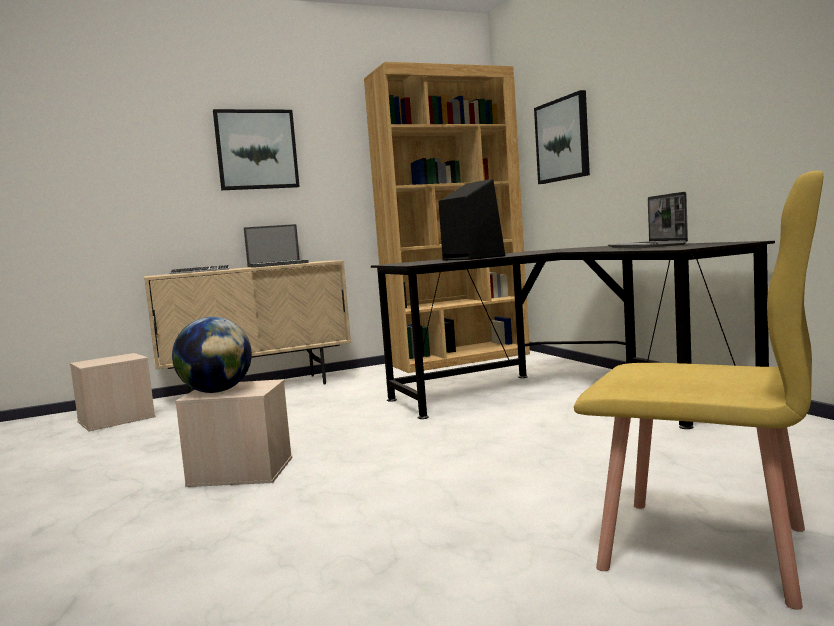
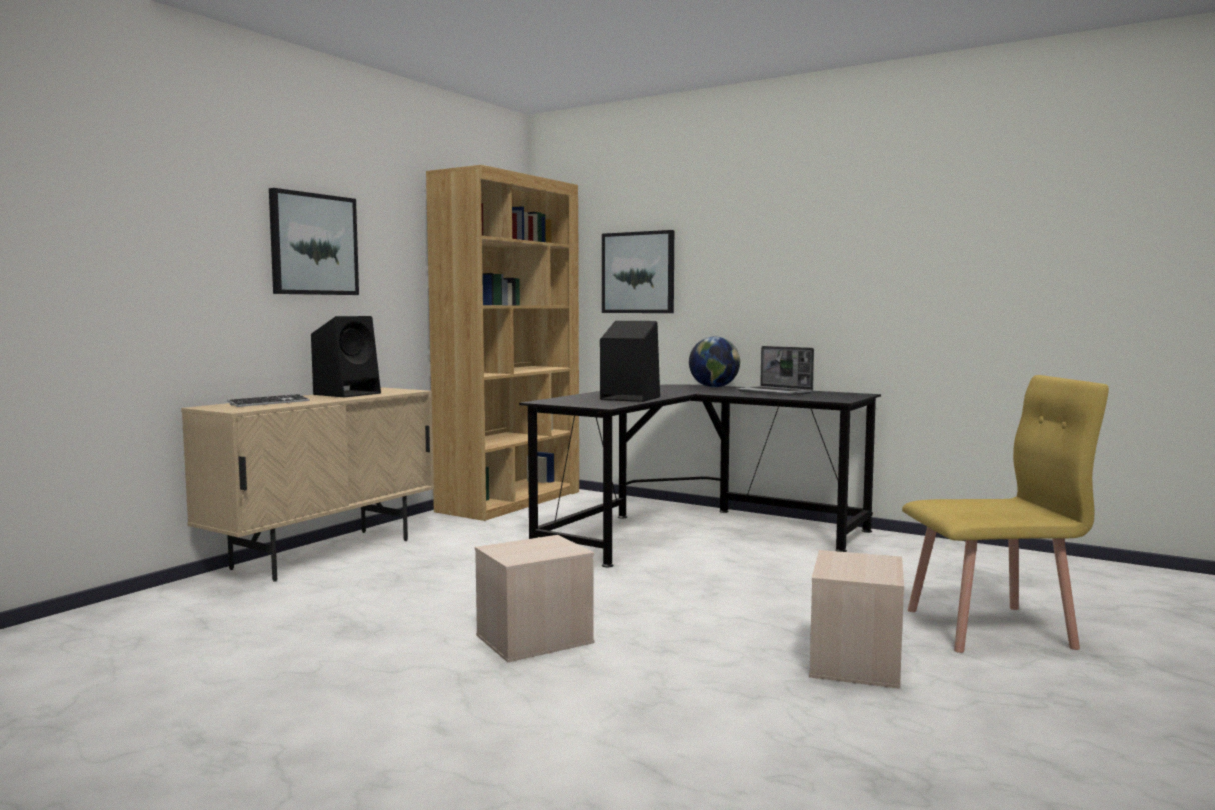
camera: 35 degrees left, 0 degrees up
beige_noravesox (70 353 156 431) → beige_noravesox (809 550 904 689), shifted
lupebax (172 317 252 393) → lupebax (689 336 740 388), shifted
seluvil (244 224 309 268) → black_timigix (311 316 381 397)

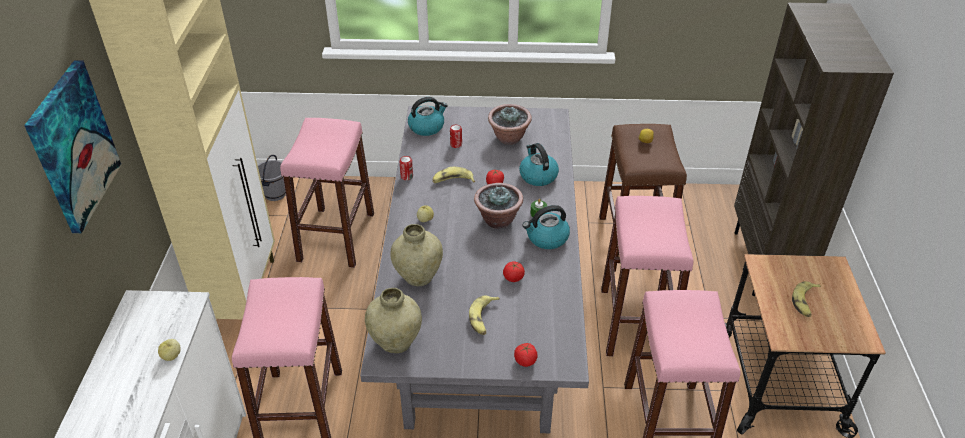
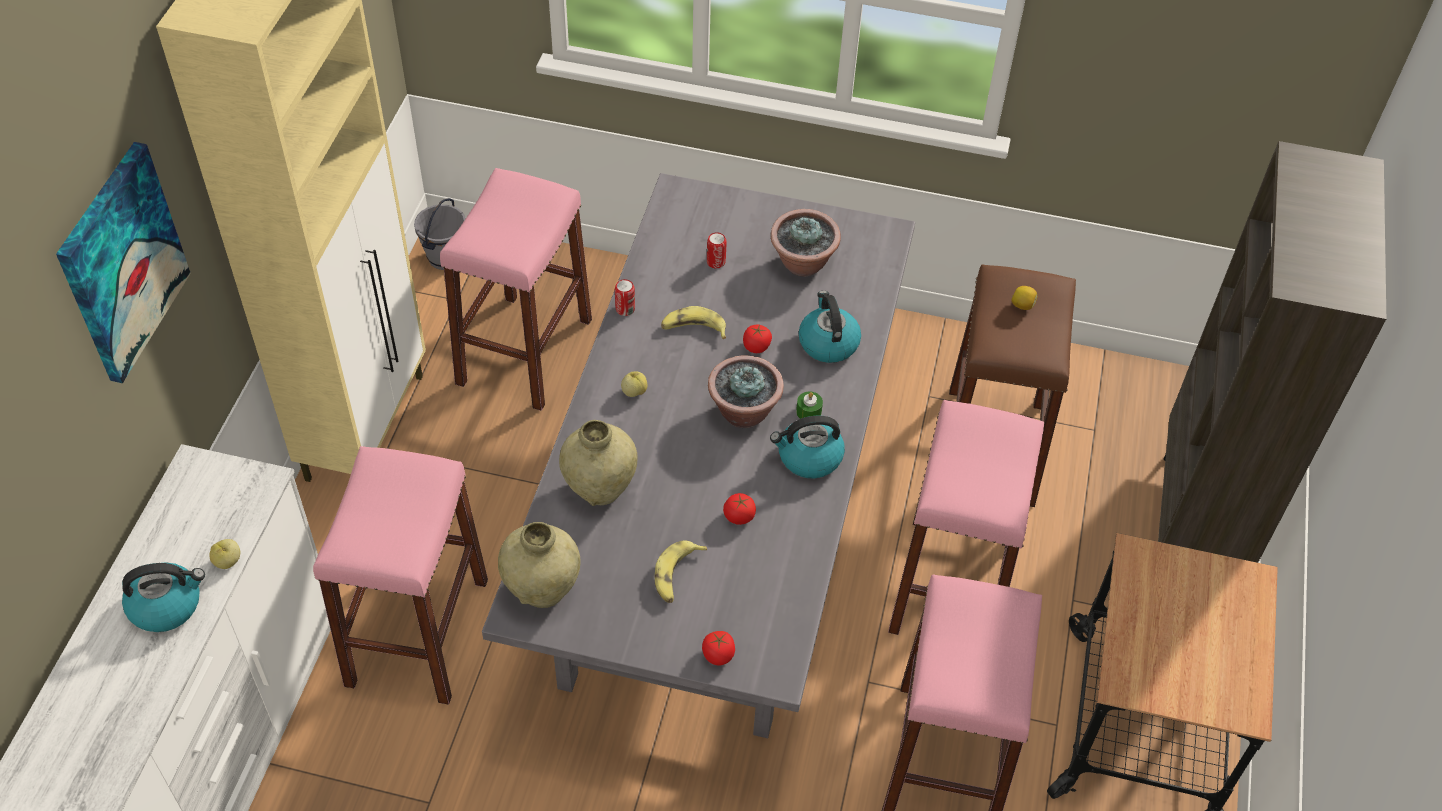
camera: 10 degrees right, 10 degrees up
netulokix (408 97 448 136) → netulokix (122 563 205 632), shifted
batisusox (792 281 821 317) → -

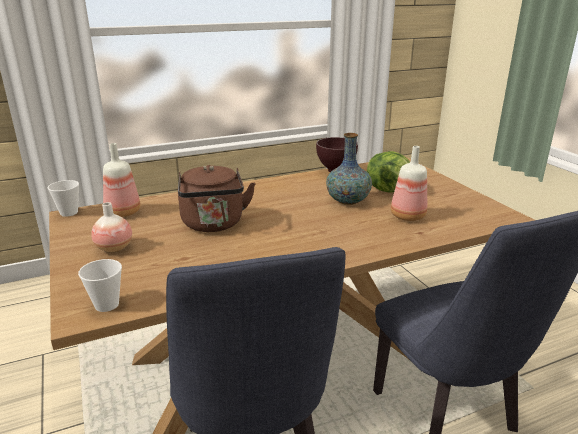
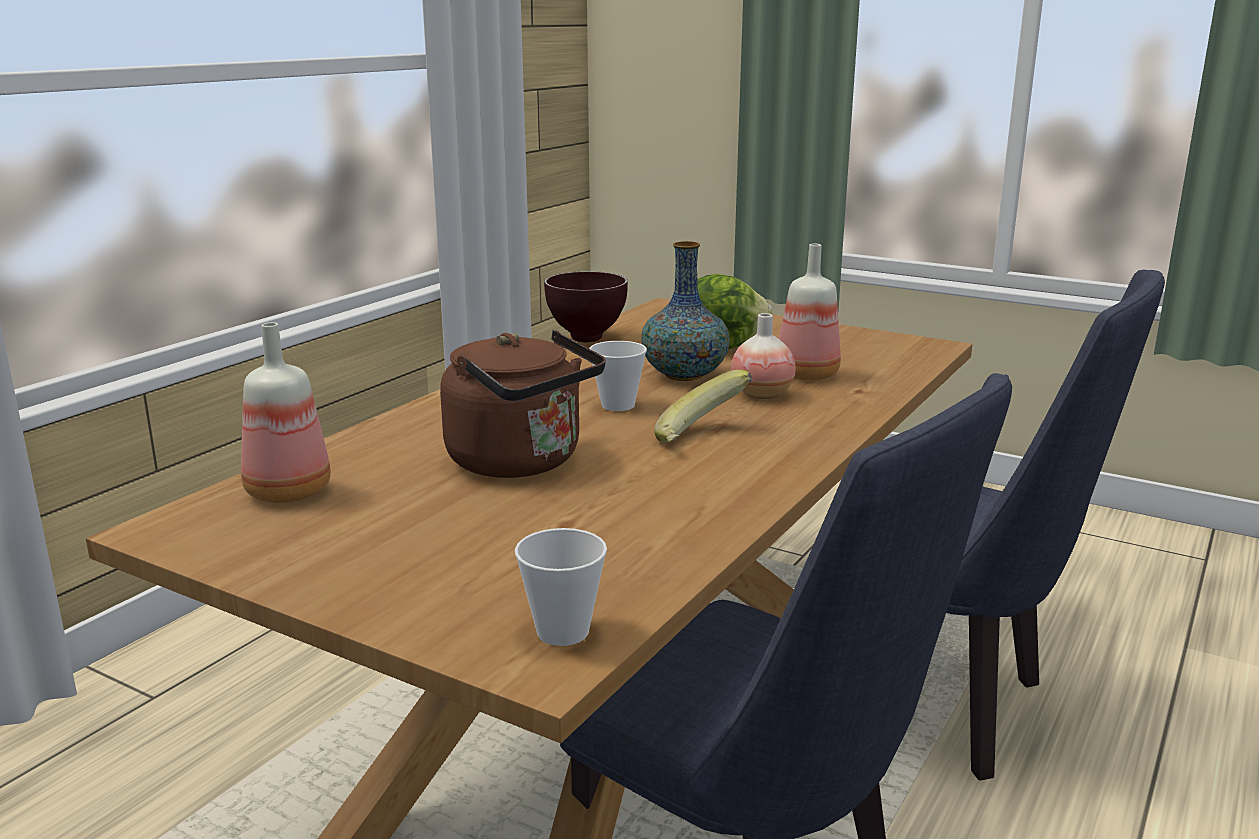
camera: 35 degrees left, 5 degrees down
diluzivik (48 180 79 217) → diluzivik (589 341 647 411), shifted
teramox (91 202 132 253) → teramox (731 313 796 399), shifted
- → batisusox (654 370 752 442)

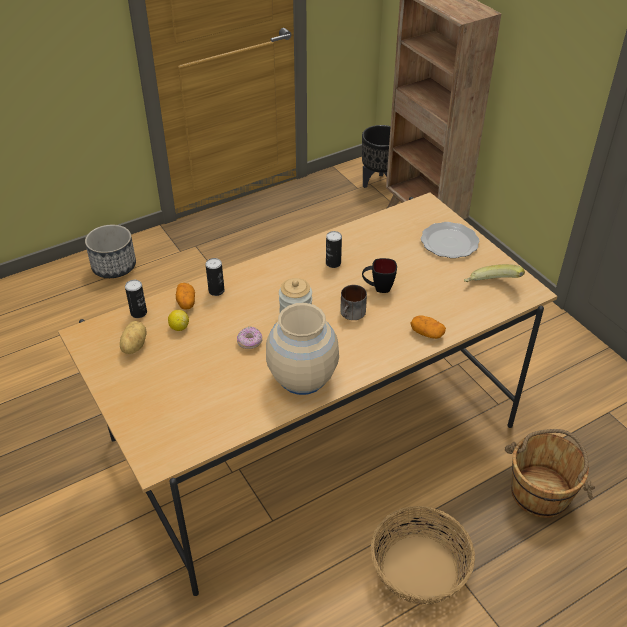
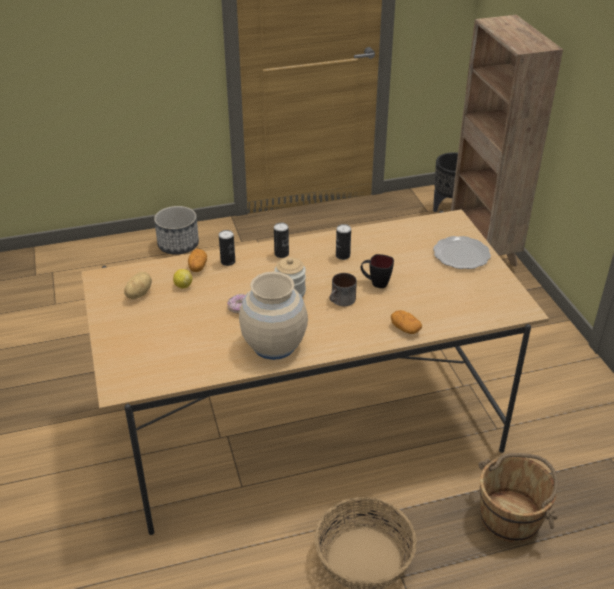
camera: 15 degrees right, 5 degrees down
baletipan (125 280 147 318) → baletipan (274 222 289 258), shifted
batisusox (464 264 525 282) → -

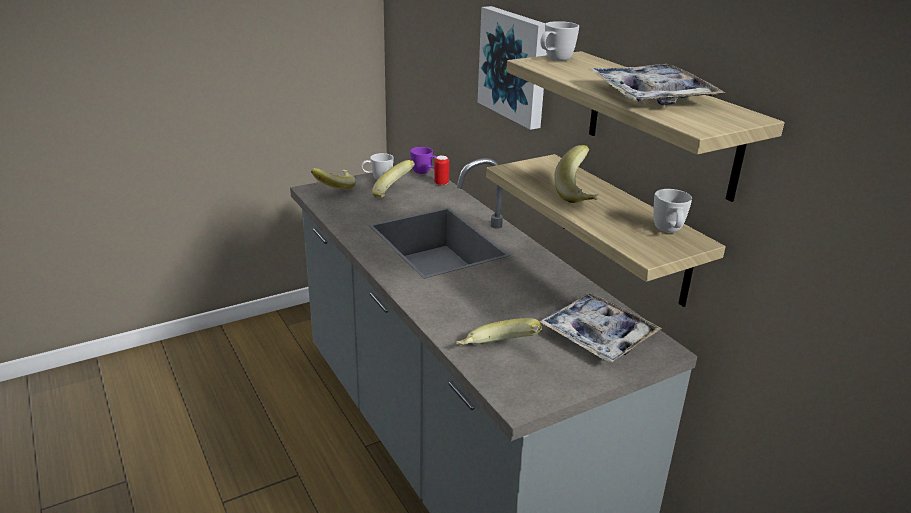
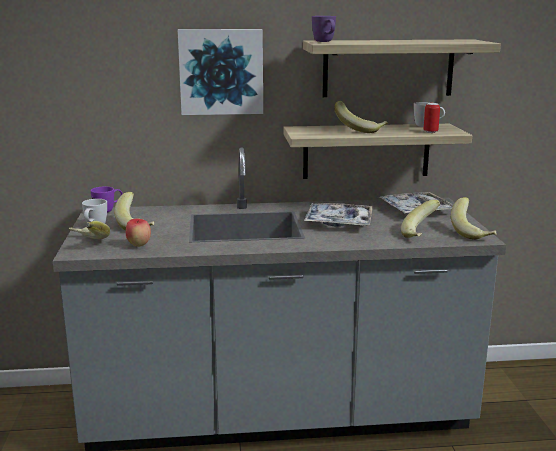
camera: 65 degrees left, 10 degrees down
baletipan (434 155 449 186) → baletipan (424 103 440 133), shifted
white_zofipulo (540 21 579 61) → purple_zofipulo (312 16 336 42)
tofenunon (588 64 725 105) → tofenunon (304 203 373 227), shifted
- → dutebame (126 218 151 247)
- → batisusox (451 197 496 240)

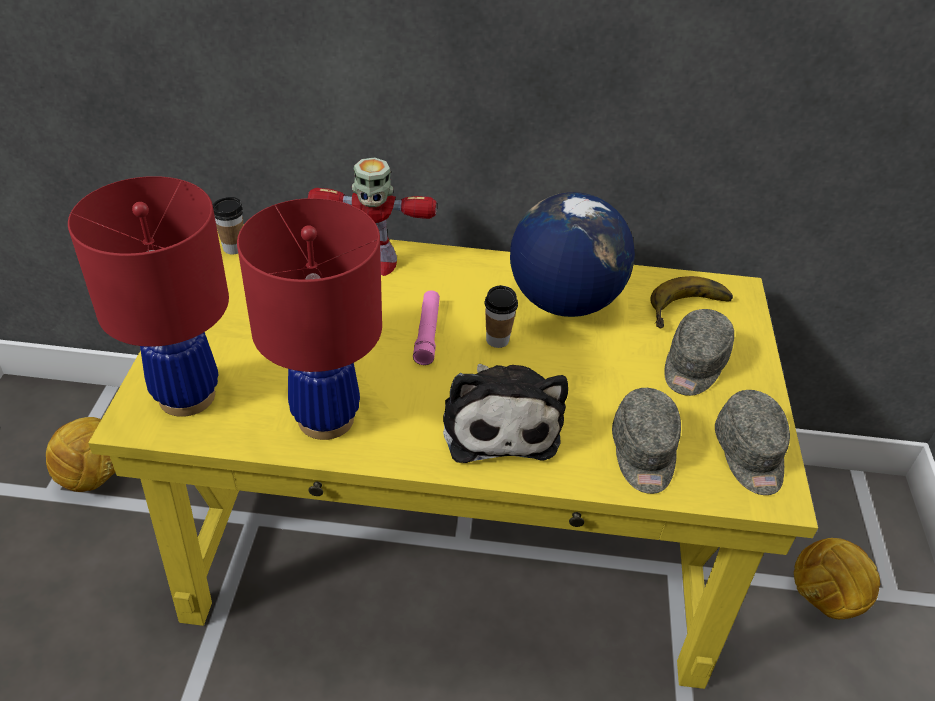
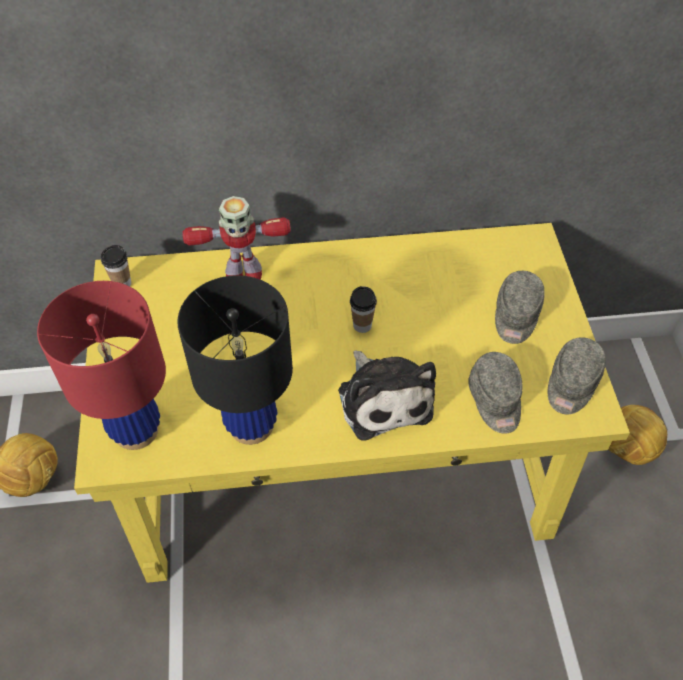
camera: 10 degrees left, 10 degrees up
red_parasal (237 198 382 440) → black_parasal (177 275 293 445)
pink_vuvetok (413 290 440 365) → -
lupebax (510 192 635 317) → -
batisusox (651 276 733 328) → -
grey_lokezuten (715 390 790 495) → grey_lokezuten (548 337 606 414), 45 degrees clockwise

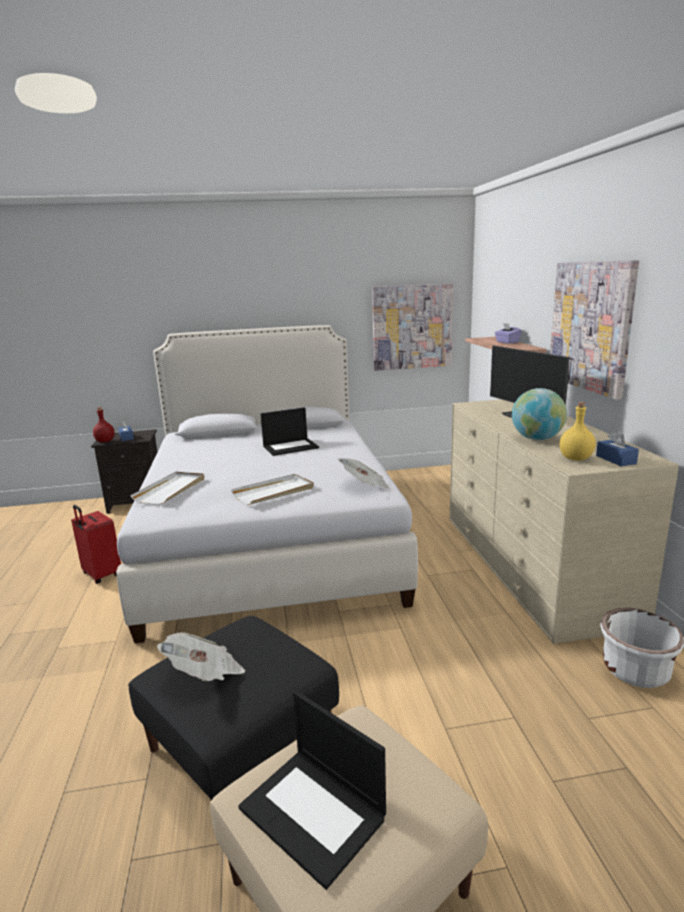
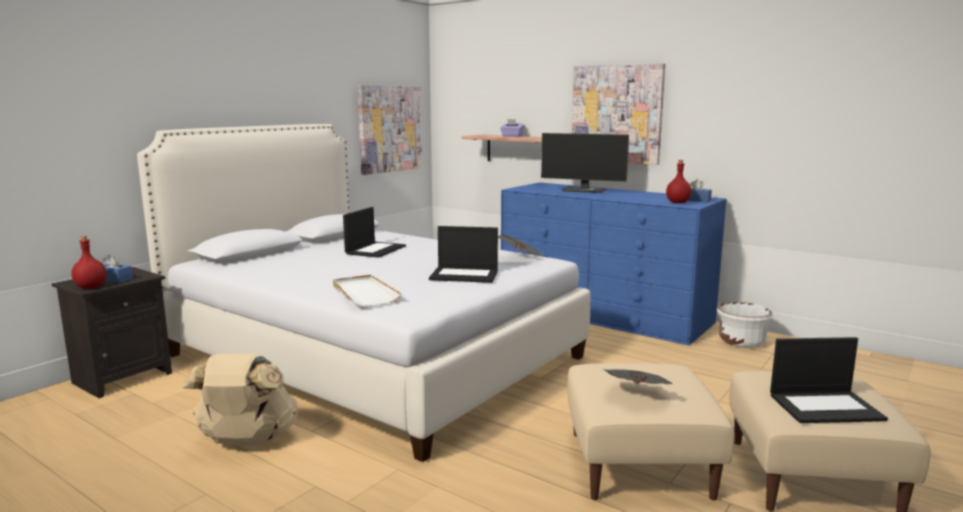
camera: 45 degrees left, 5 degrees down
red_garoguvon (71 505 121 584) → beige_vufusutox (182 354 298 446)
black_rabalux (128 616 339 800) → beige_rabalux (567 363 735 501)
white_tofenunon (231 474 314 505) → seluvil (429 226 498 283)
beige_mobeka (450 399 679 644) → blue_mobeka (501 182 726 345)
lupebax (512 388 567 440) → -
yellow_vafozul (560 402 596 461) → red_vafozul (666 160 692 203)

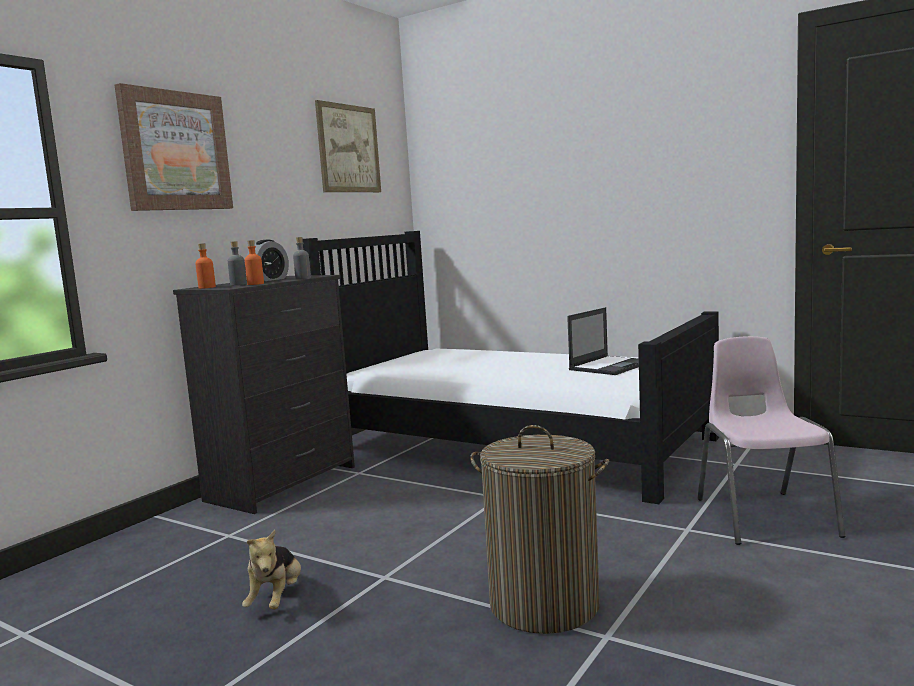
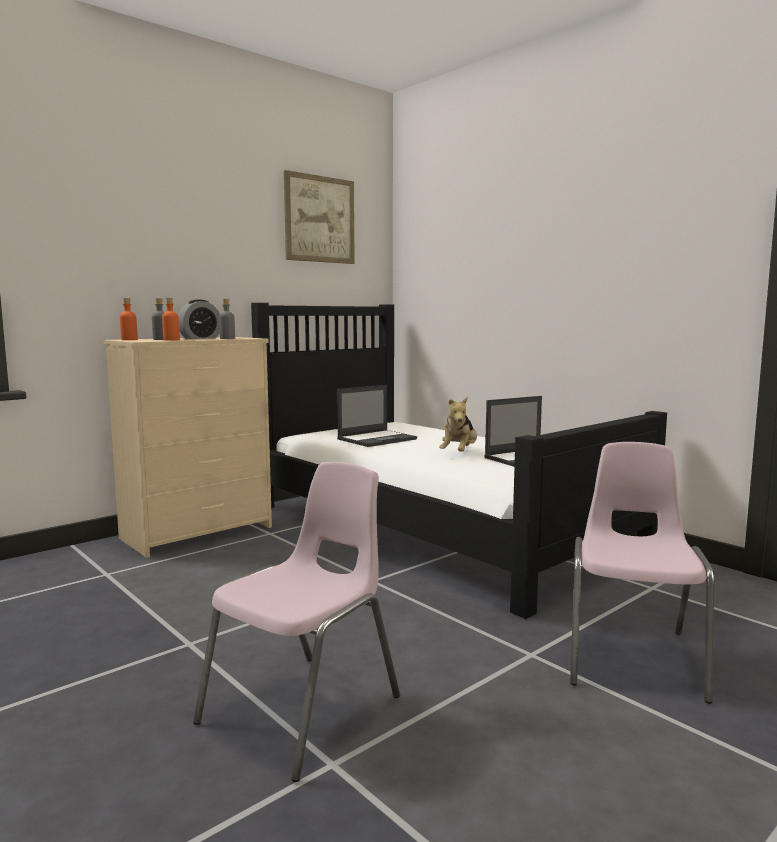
camera: 15 degrees right, 0 degrees up
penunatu (114 83 233 211) → -
black_mobeka (173 275 355 514) → beige_mobeka (103 337 272 558)
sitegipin (242 530 301 610) → sitegipin (439 397 477 451), shifted
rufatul (470 425 610 634) → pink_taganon (193 462 400 782)
- → seluvil (337 385 417 447)

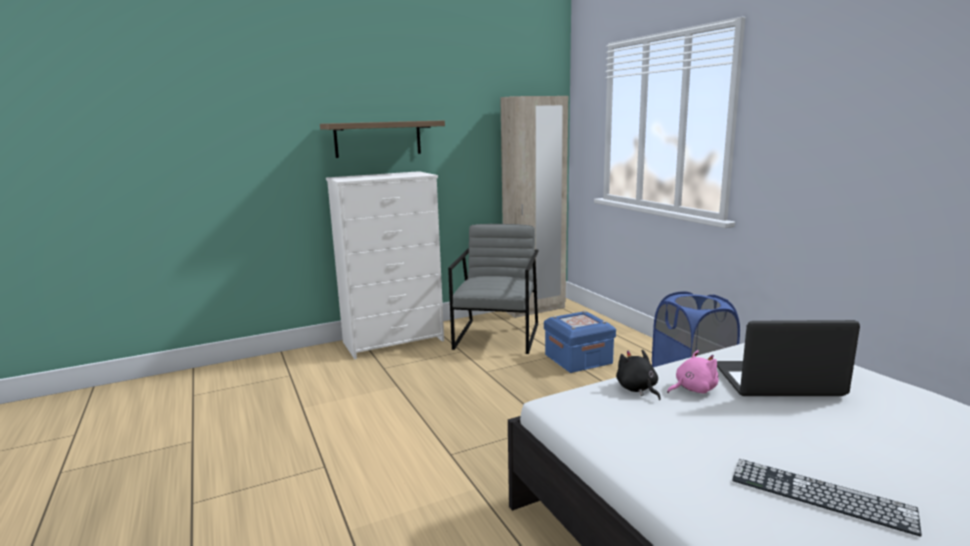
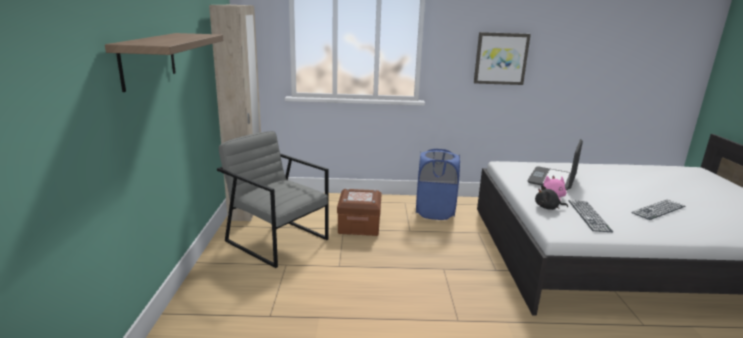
camera: 65 degrees left, 5 degrees up
white_mobeka (326 171 444 359) → -
blue_noravesox (544 311 616 373) → brown_noravesox (337 188 381 236)
- → penunatu (474 32 531 85)
- → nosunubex (569 200 613 232)

